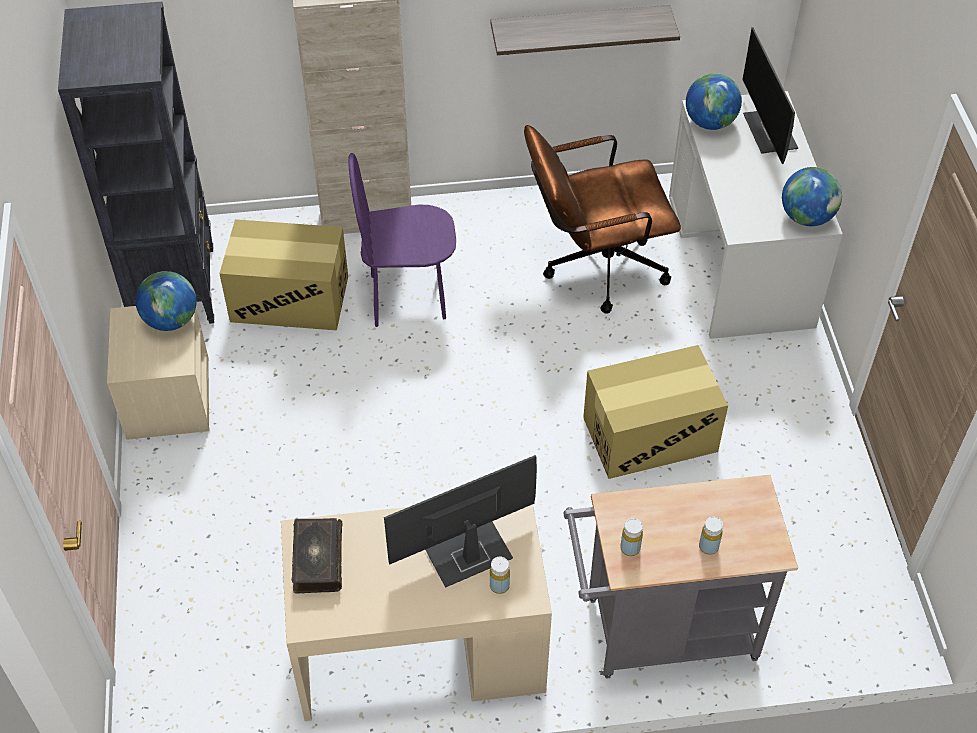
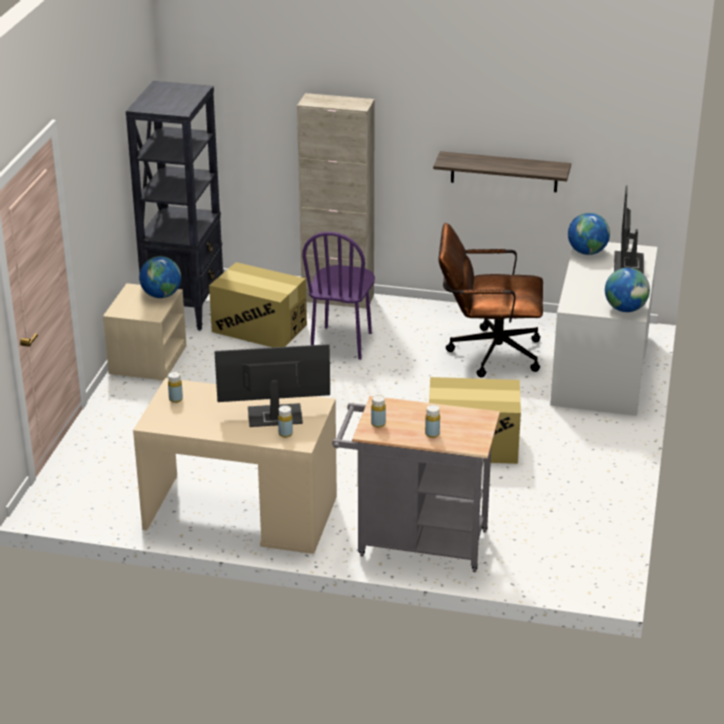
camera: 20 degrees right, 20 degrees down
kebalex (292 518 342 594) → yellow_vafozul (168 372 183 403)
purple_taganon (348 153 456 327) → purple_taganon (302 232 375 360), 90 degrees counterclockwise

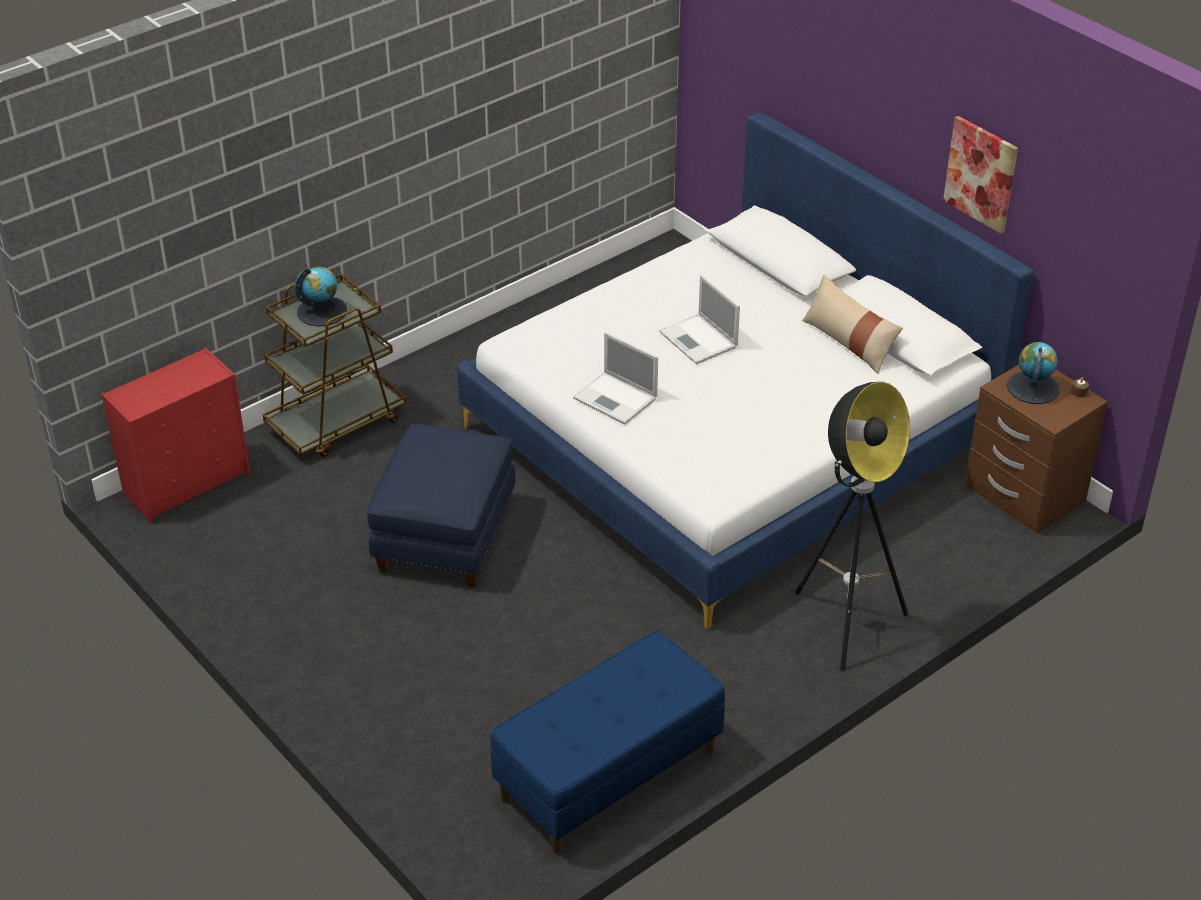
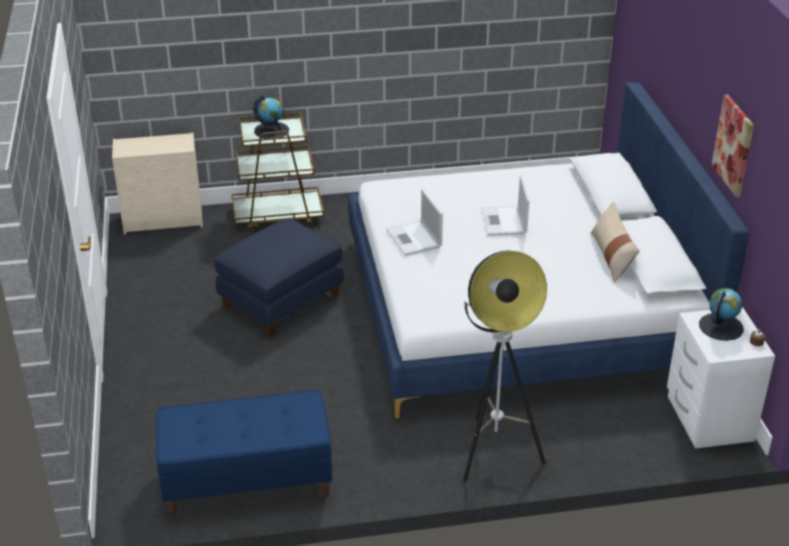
camera: 30 degrees right, 5 degrees down
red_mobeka (102 348 251 523) → beige_mobeka (112 133 203 234)
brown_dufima (966 365 1108 534) → white_dufima (667 307 775 449)

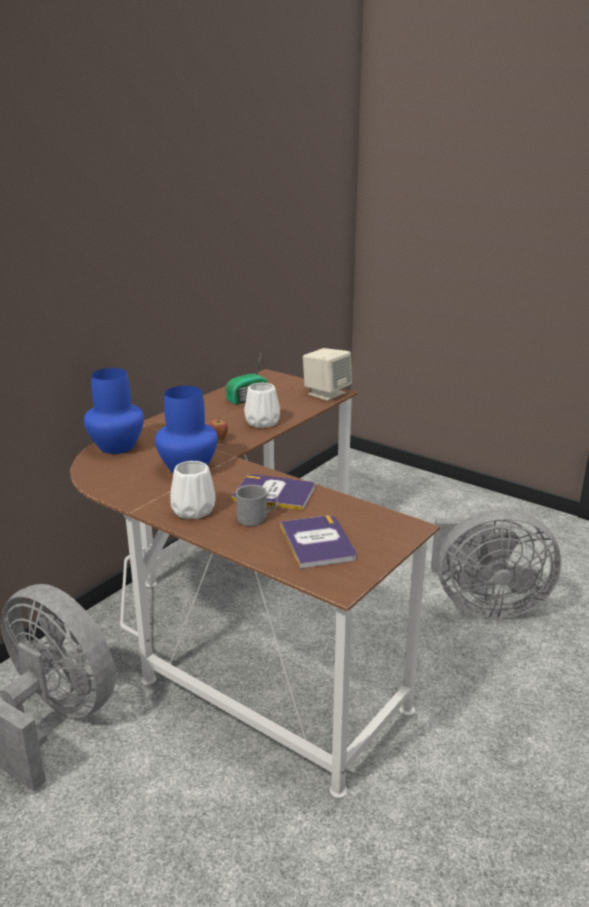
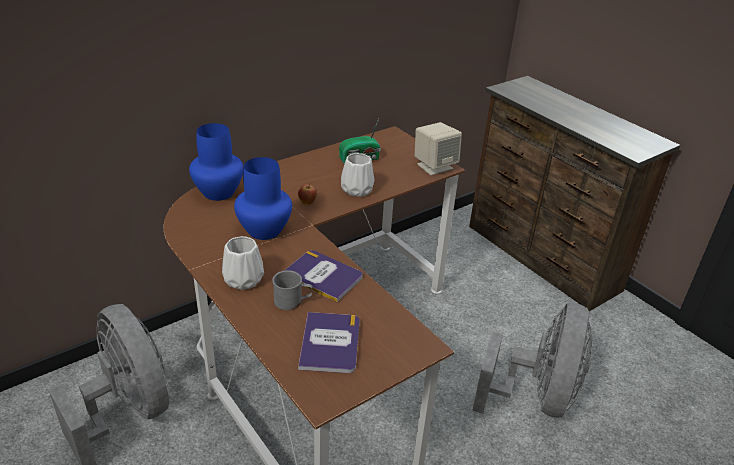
camera: 15 degrees right, 10 degrees up
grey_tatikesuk (431 509 561 619) → grey_tatikesuk (472 303 592 418), 90 degrees counterclockwise
- → brown_mobeka (469 76 680 311)

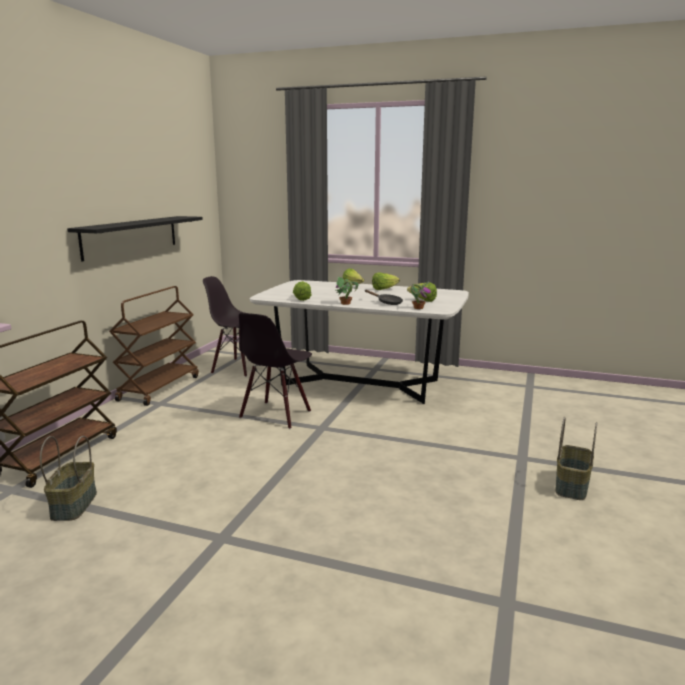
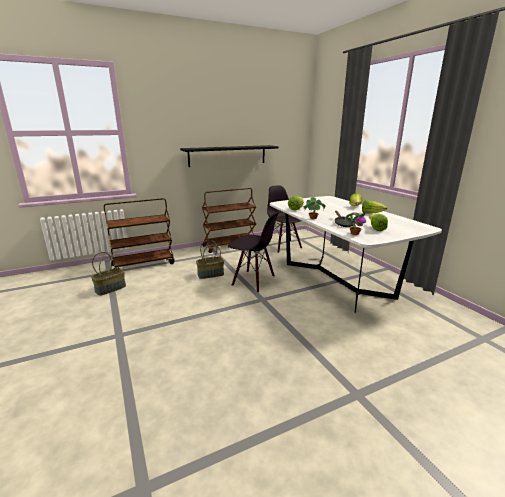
camera: 45 degrees right, 5 degrees up
black_taganon (239 313 312 429) → black_taganon (228 210 281 293), 135 degrees counterclockwise
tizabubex (556 417 597 500) → tizabubex (196 240 224 279), shifted

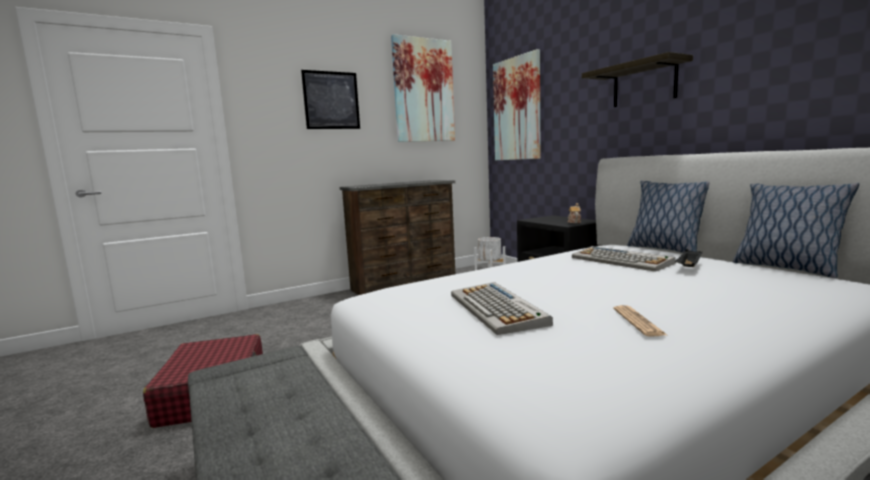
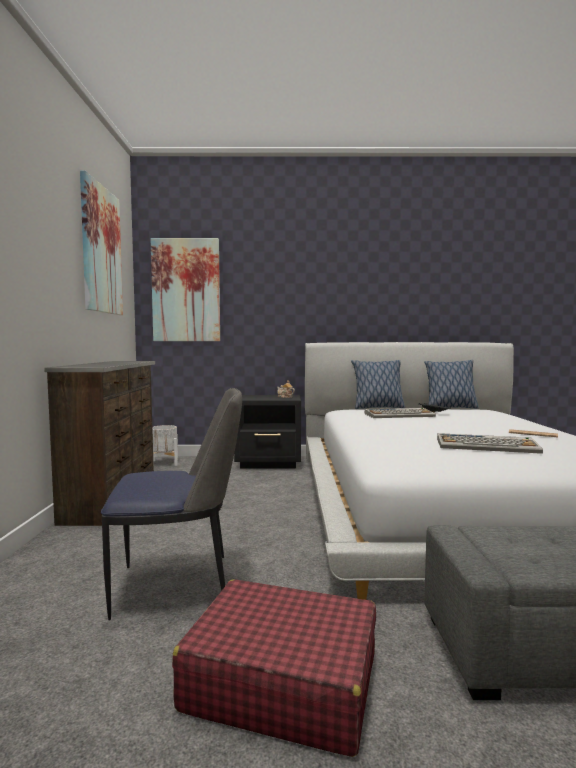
camera: 60 degrees left, 5 degrees down
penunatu (301 70 360 129) → -
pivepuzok (582 52 693 107) → -
- → taganon (101 388 242 620)

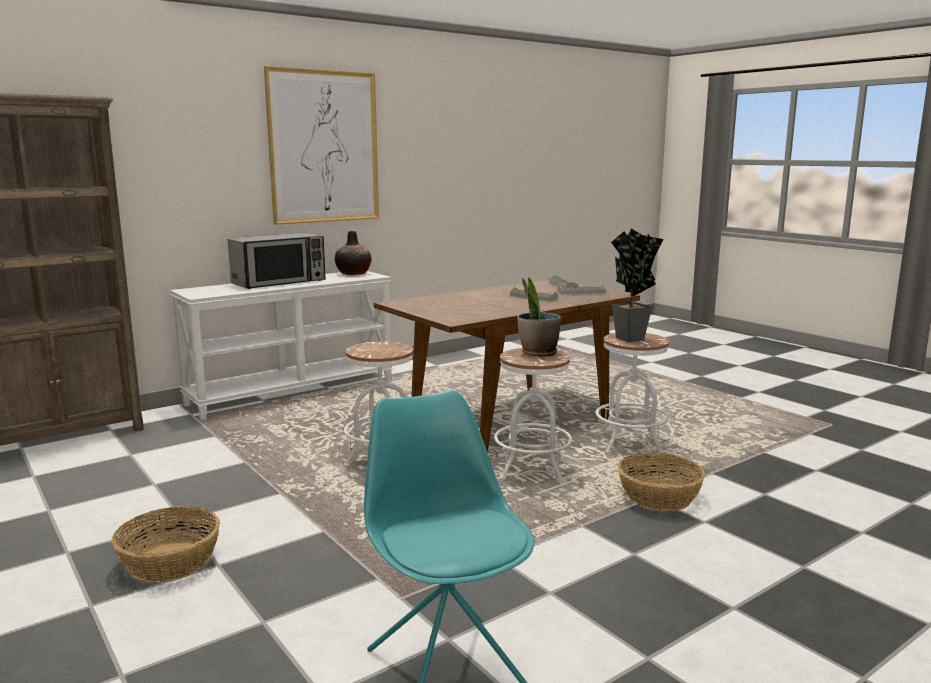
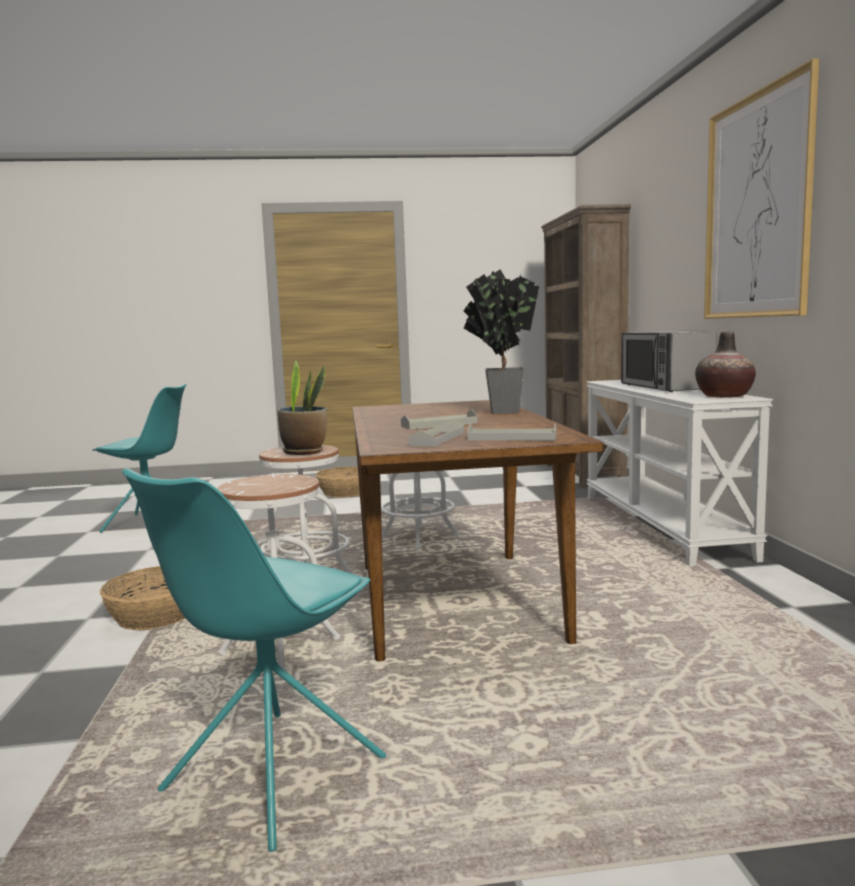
camera: 120 degrees right, 5 degrees down
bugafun (611 229 663 342) → bugafun (464 269 539 414), shifted
- → turquoise_taganon (122 468 386 852)

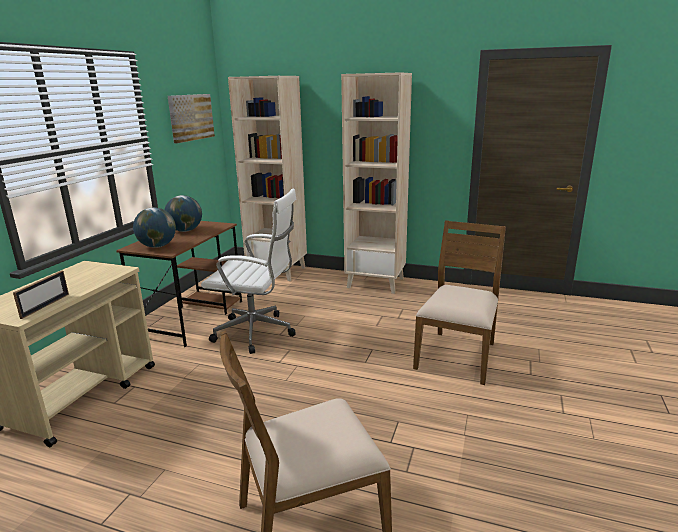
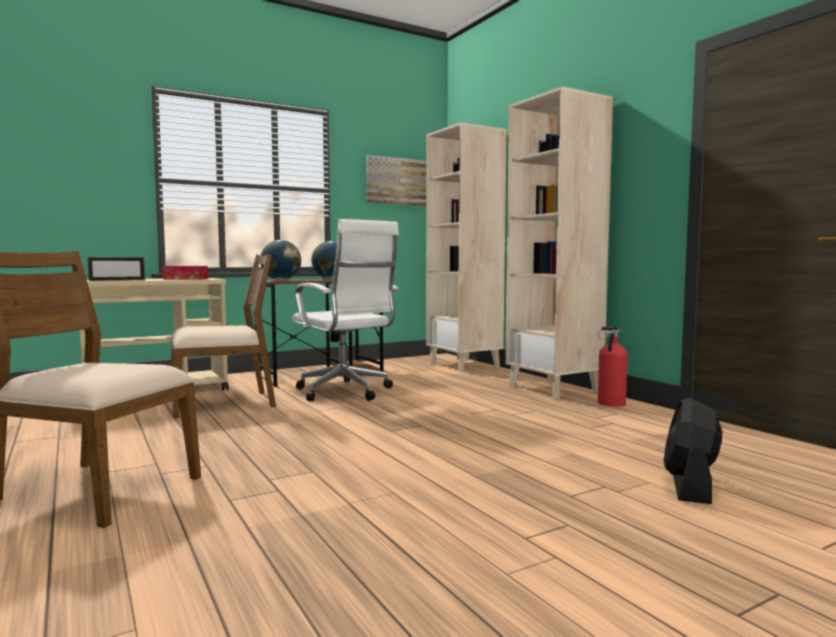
camera: 40 degrees right, 15 degrees down
brown_taganon (413 220 506 385) → brown_taganon (171 254 276 418), shifted
- → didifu (162 266 208 279)
- → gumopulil (598 326 628 407)
- → black_tatikesuk (664 398 722 504)

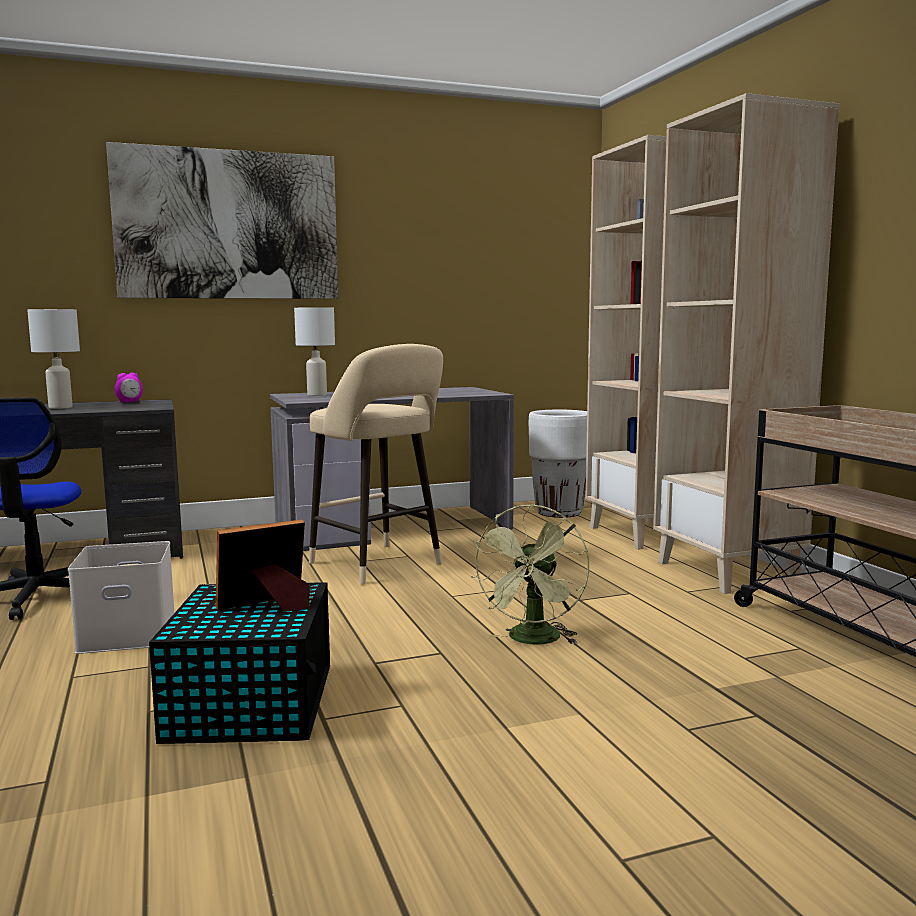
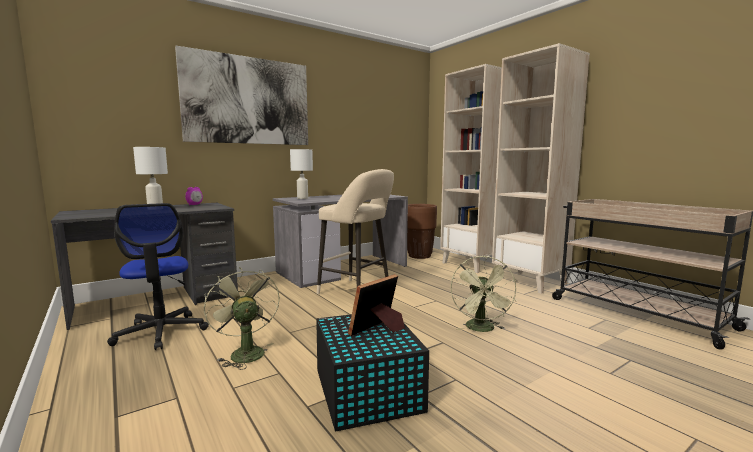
camera: 15 degrees left, 0 degrees up
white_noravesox (68 541 174 654) → green_tatikesuk (204 267 280 370)
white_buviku (529 410 587 518) → brown_buviku (407 204 437 259)

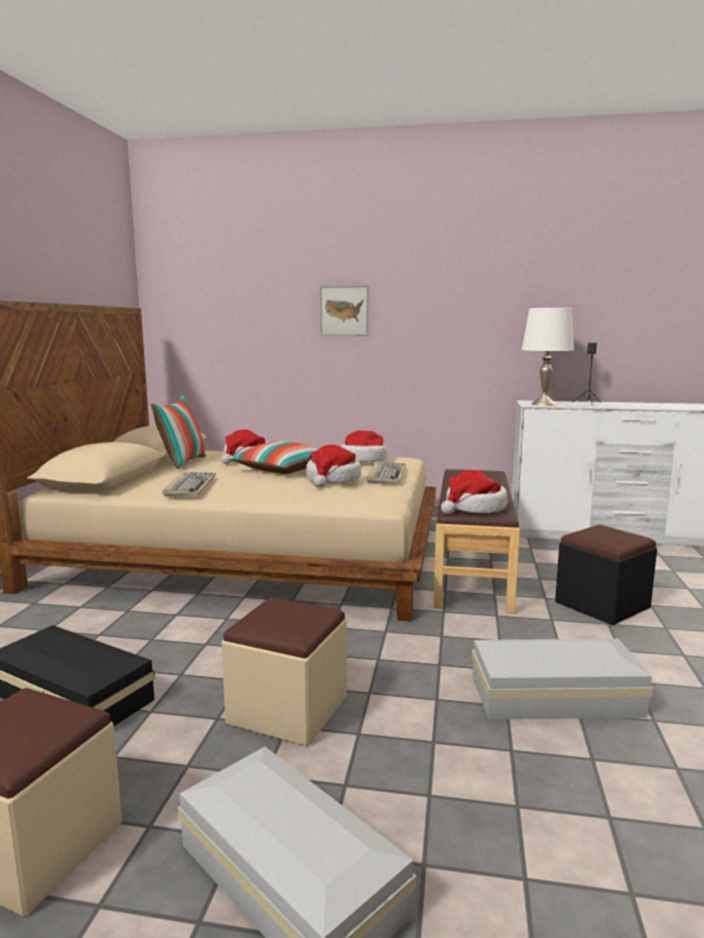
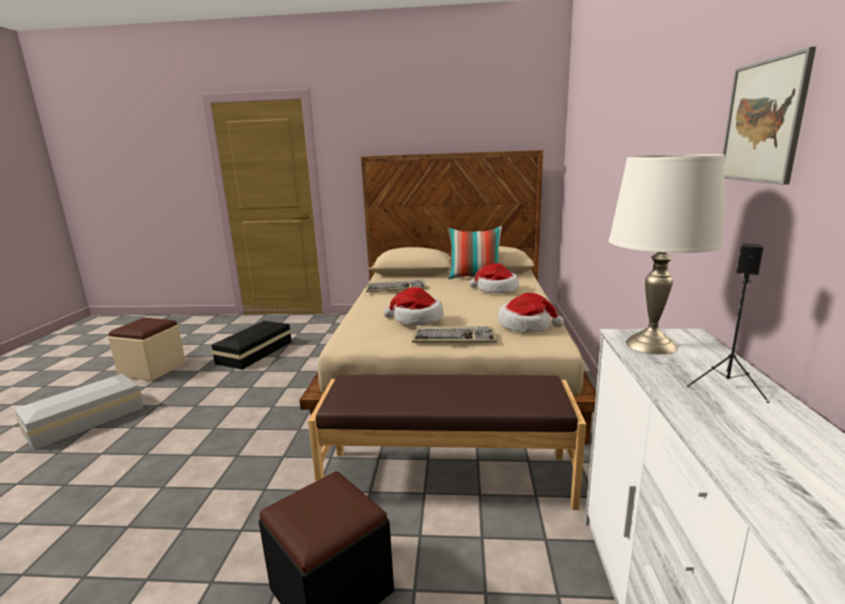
camera: 85 degrees right, 5 degrees up
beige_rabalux (222 597 347 746) → -
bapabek (229 441 318 474) → -
penunatu (320 285 368 336) → penunatu (723 46 816 185), shifted
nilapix (441 470 508 514) → -
white_noravesox (472 639 653 720) → -

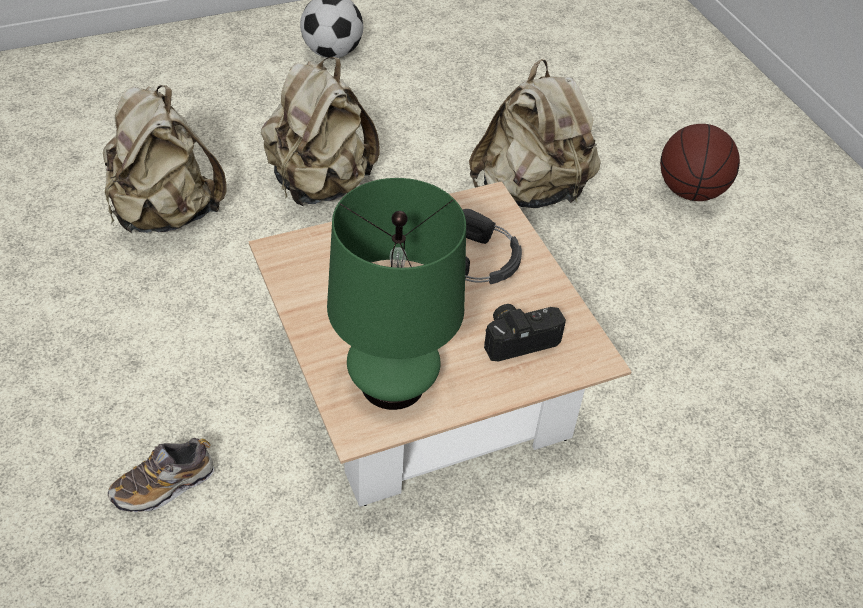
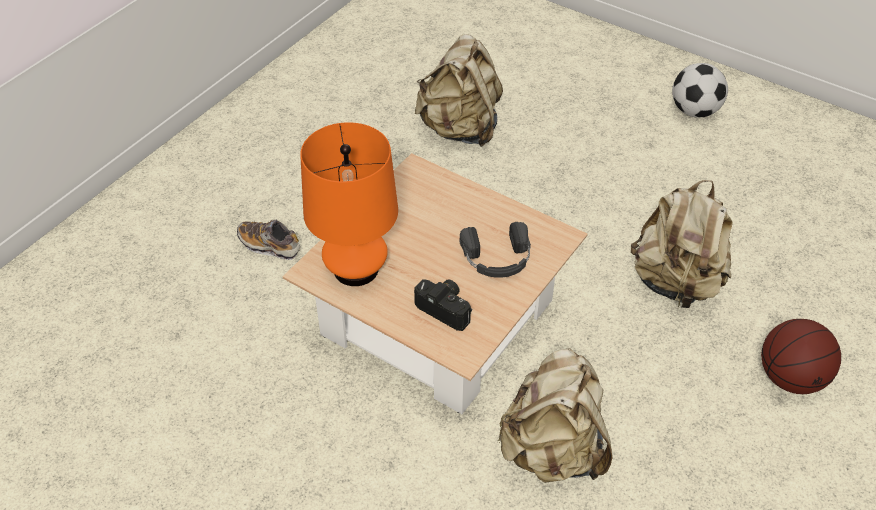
camera: 60 degrees right, 0 degrees up
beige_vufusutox (261 57 379 206) → beige_vufusutox (498 348 613 483), shifted
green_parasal (327 178 466 410) → orange_parasal (300 122 398 286)

